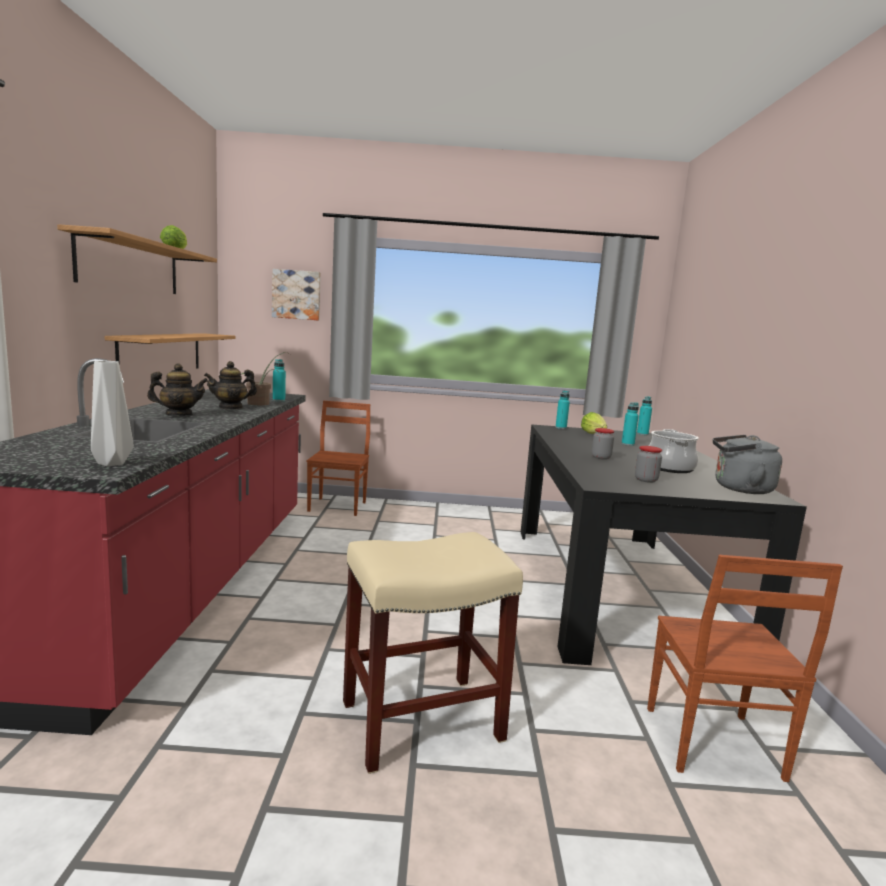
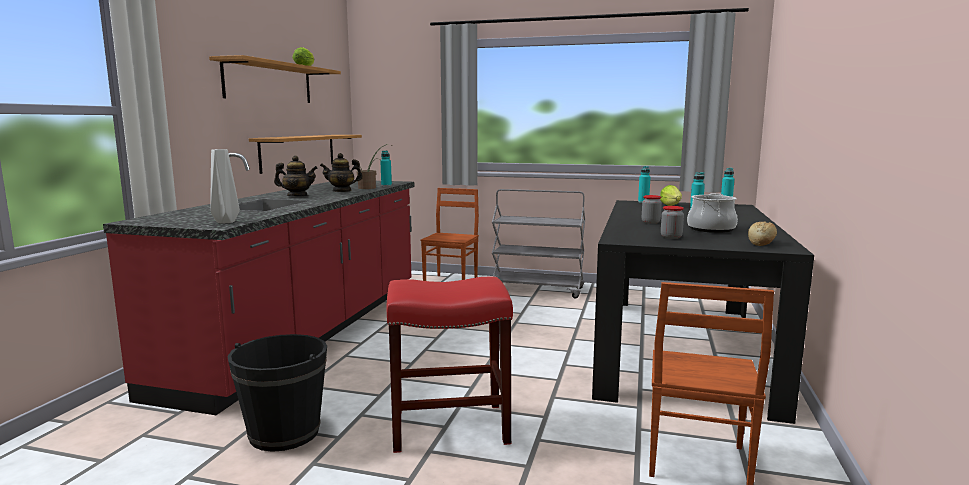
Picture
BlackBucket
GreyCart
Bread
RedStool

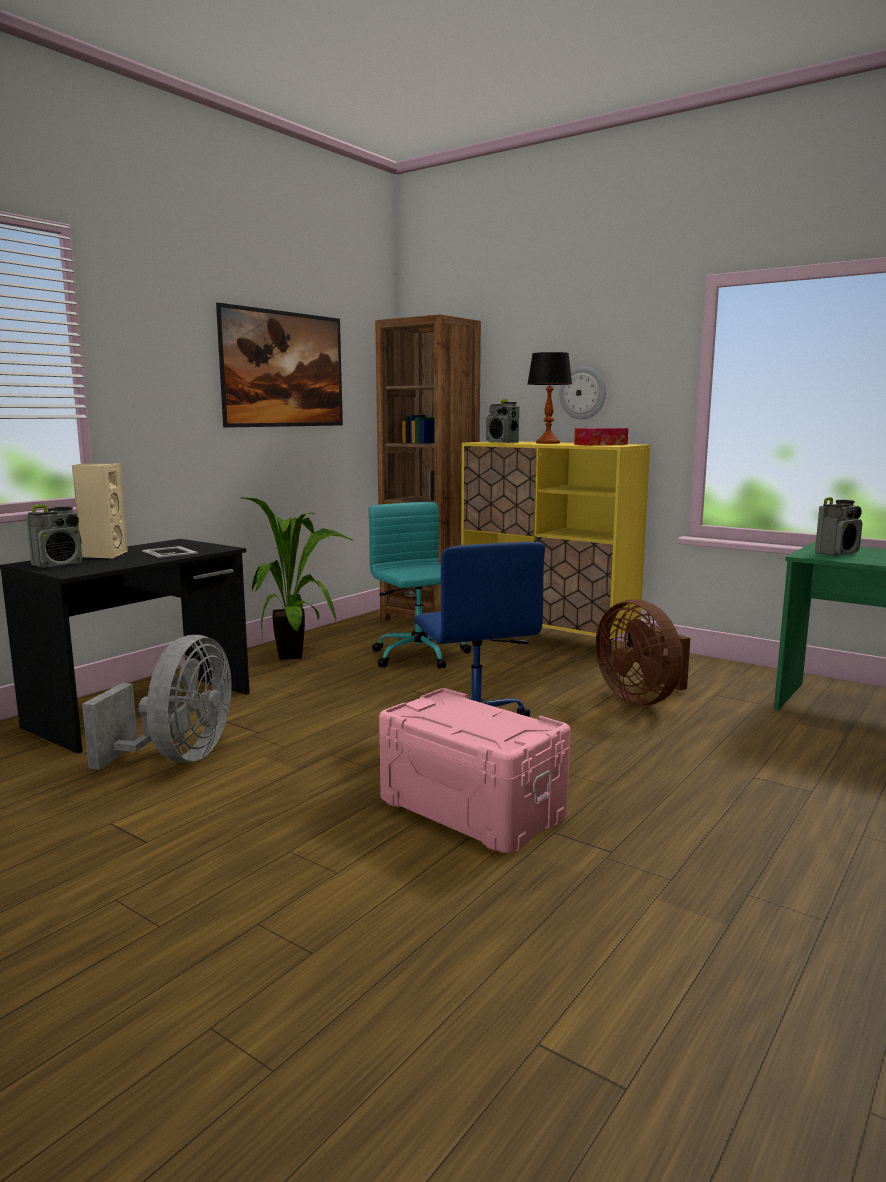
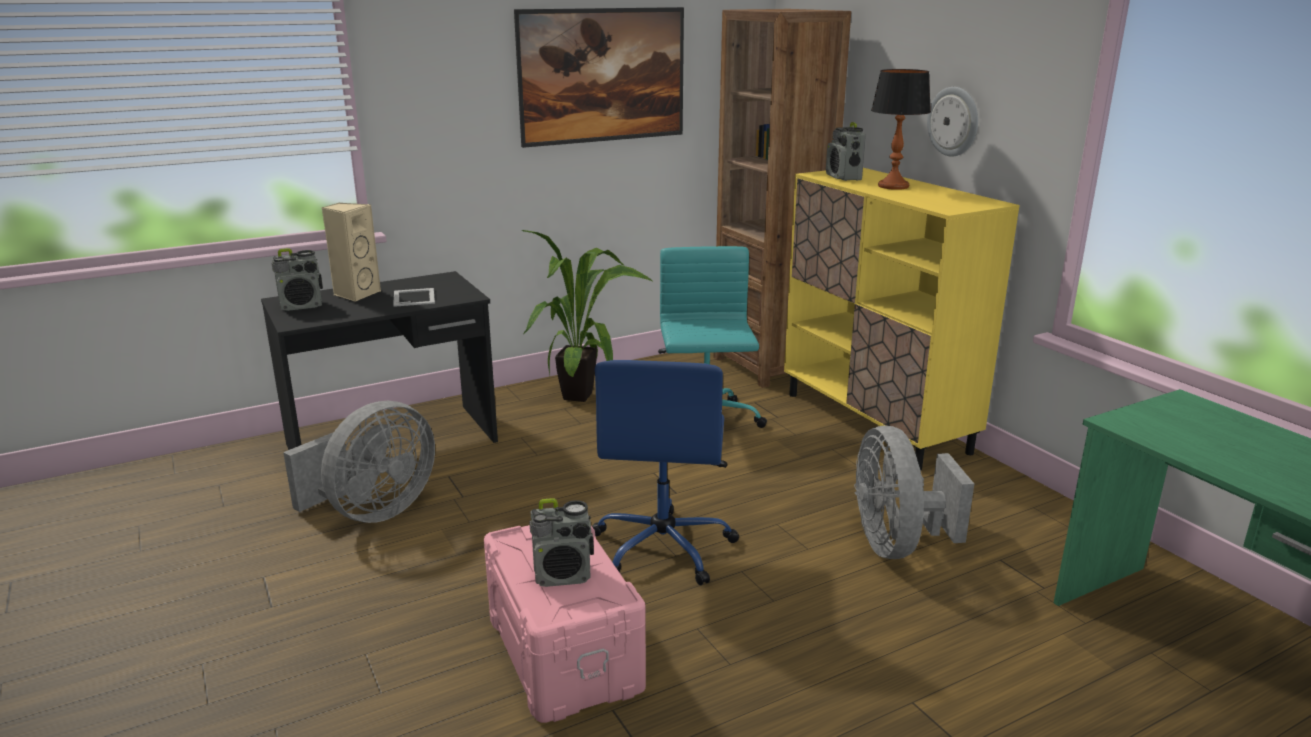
TissueBox
Radio (no. 2 from left)
GreyFan (no. 2 from left)

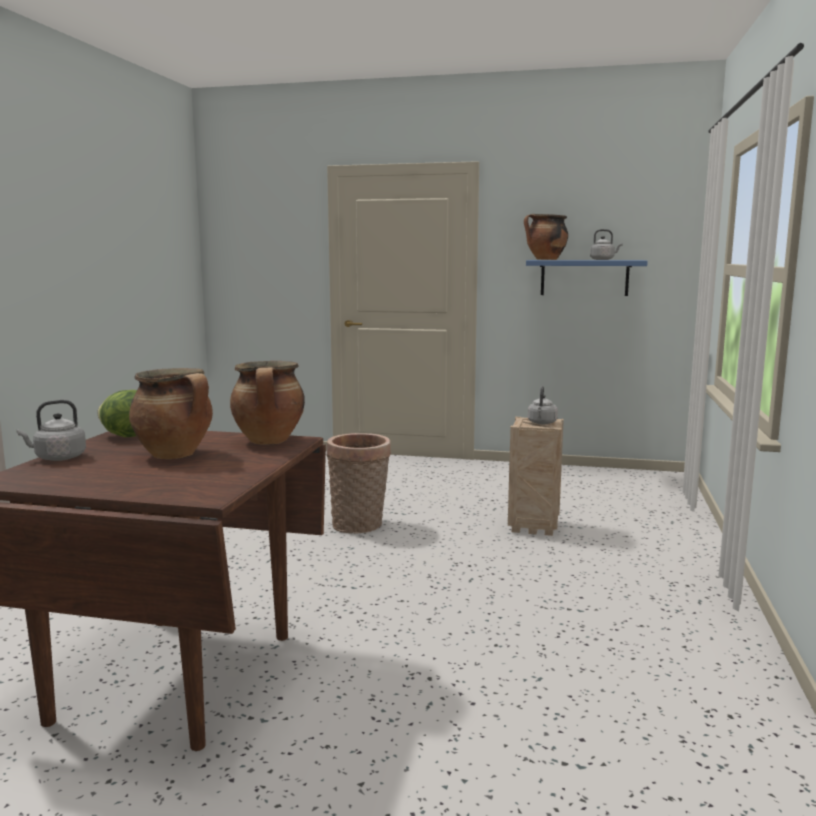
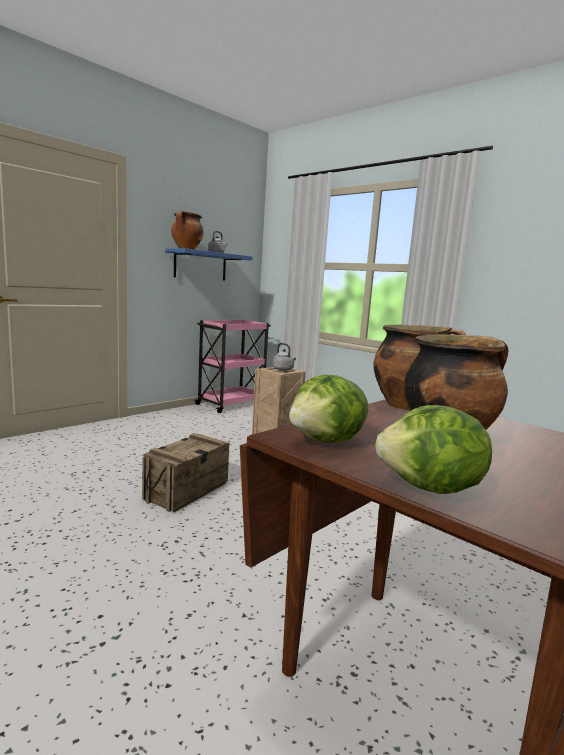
PinkCart
Lettuce (no. 2 from left)
Crate (no. 1 from left)

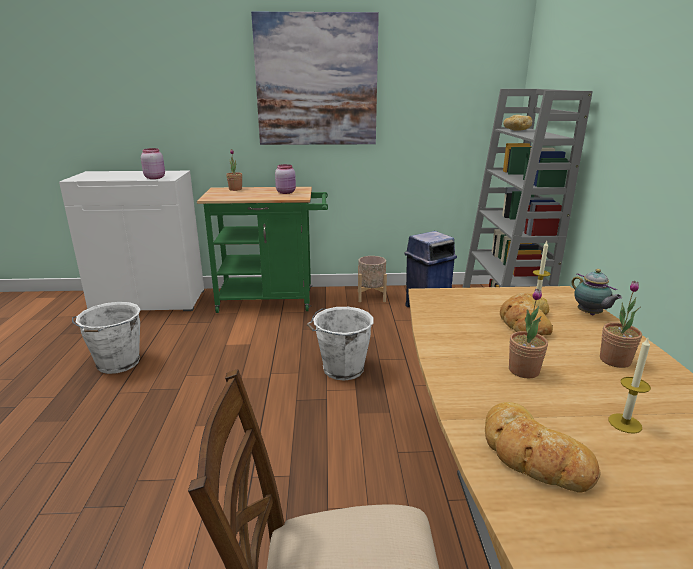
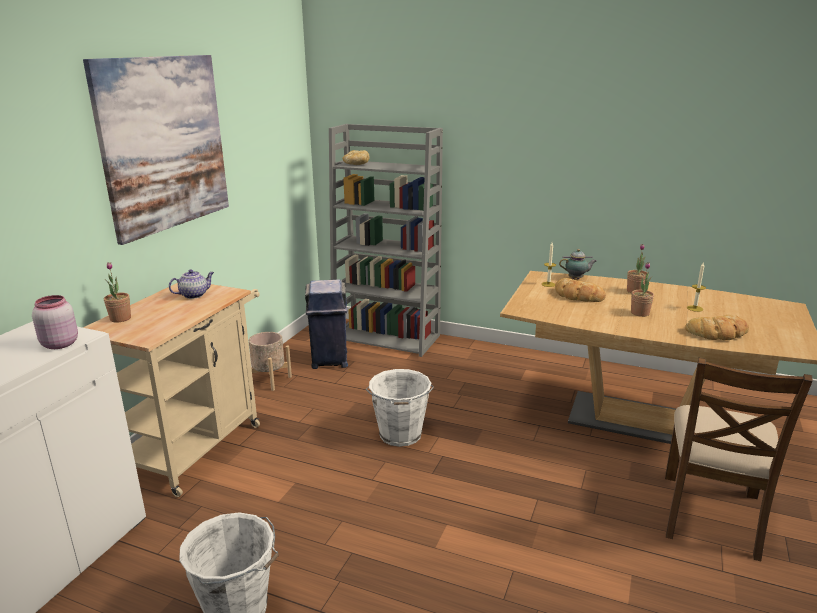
Teapot (no. 1 from left)
BeigeCart

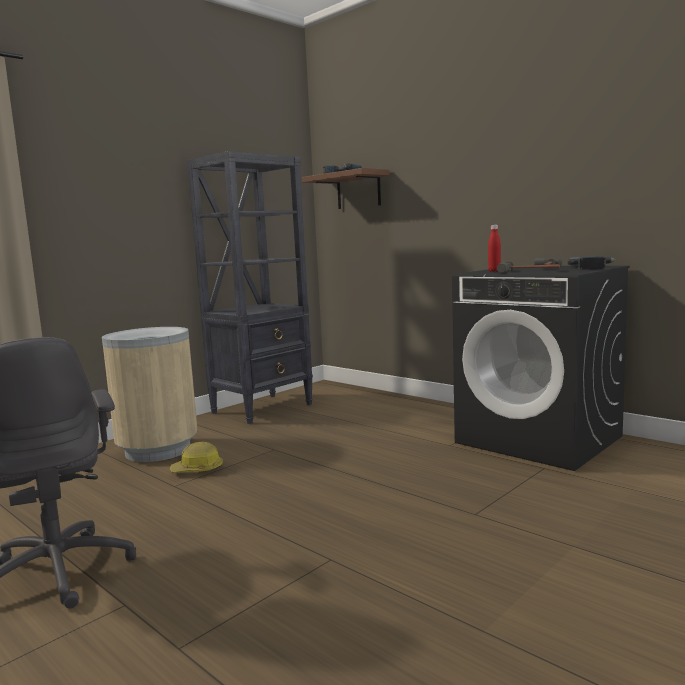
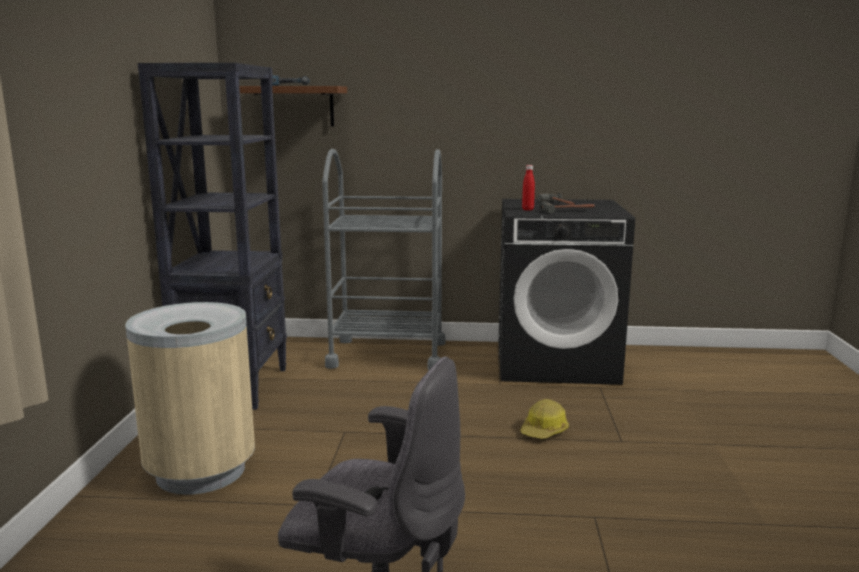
PowerDrill (no. 2 from left in the first image)
GreyCart
HardHat

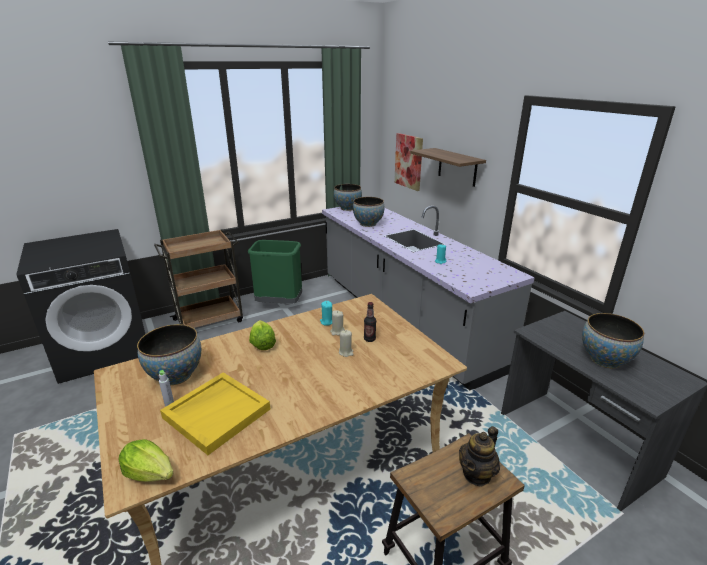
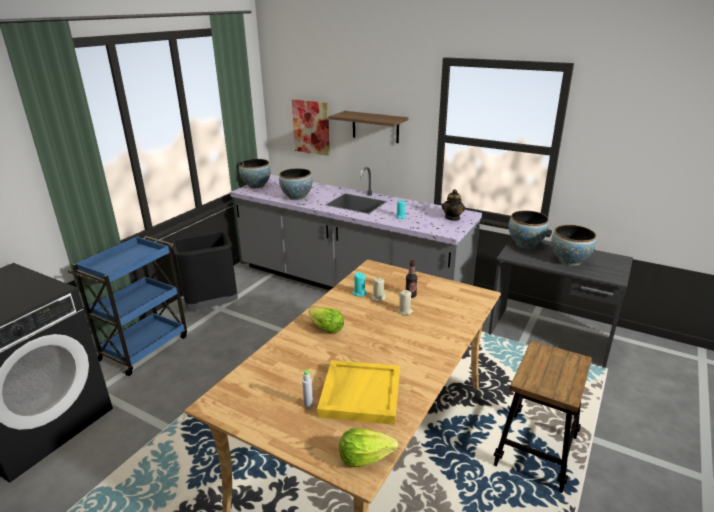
Bowl (no. 3 from left)
Teapot
BlueCart
BlackTrashCan

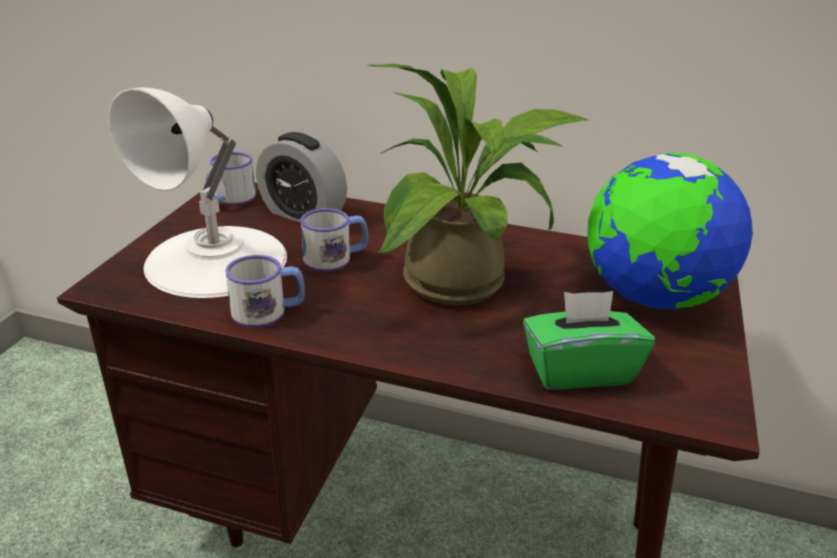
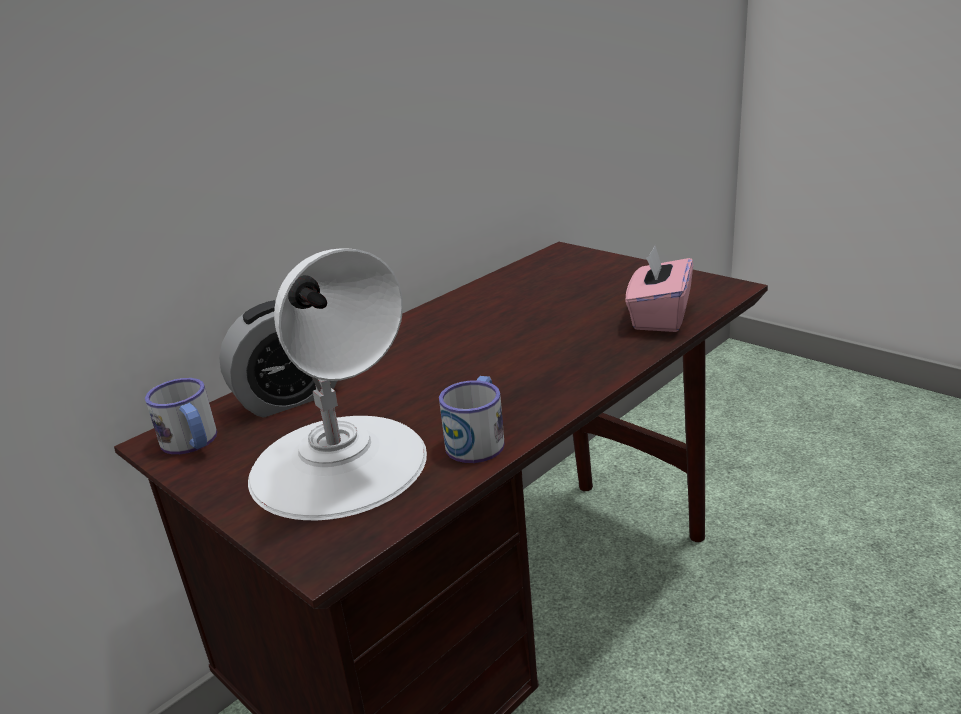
Mug (no. 3 from left in the first image)
PottedPlant
Globe
PinkTissueBox

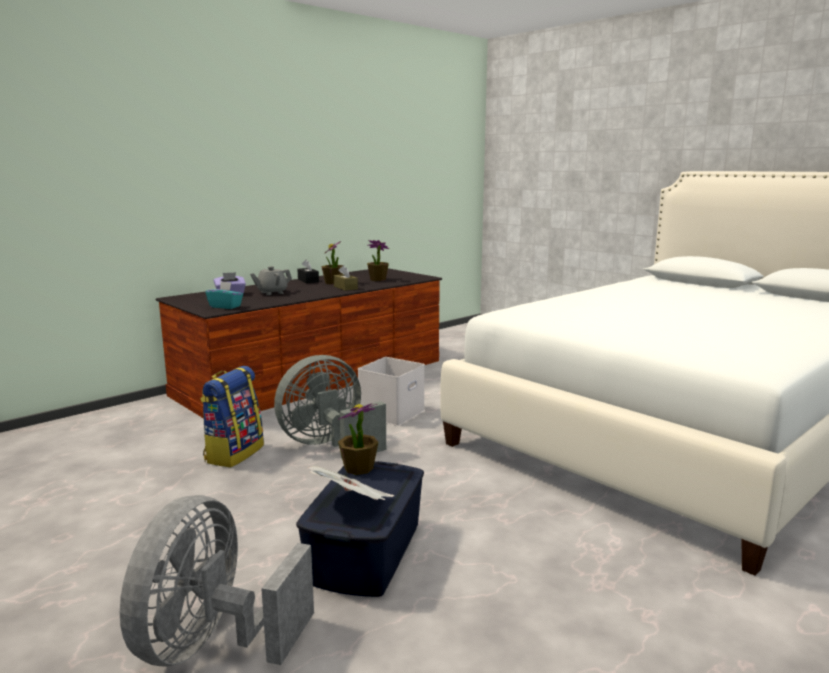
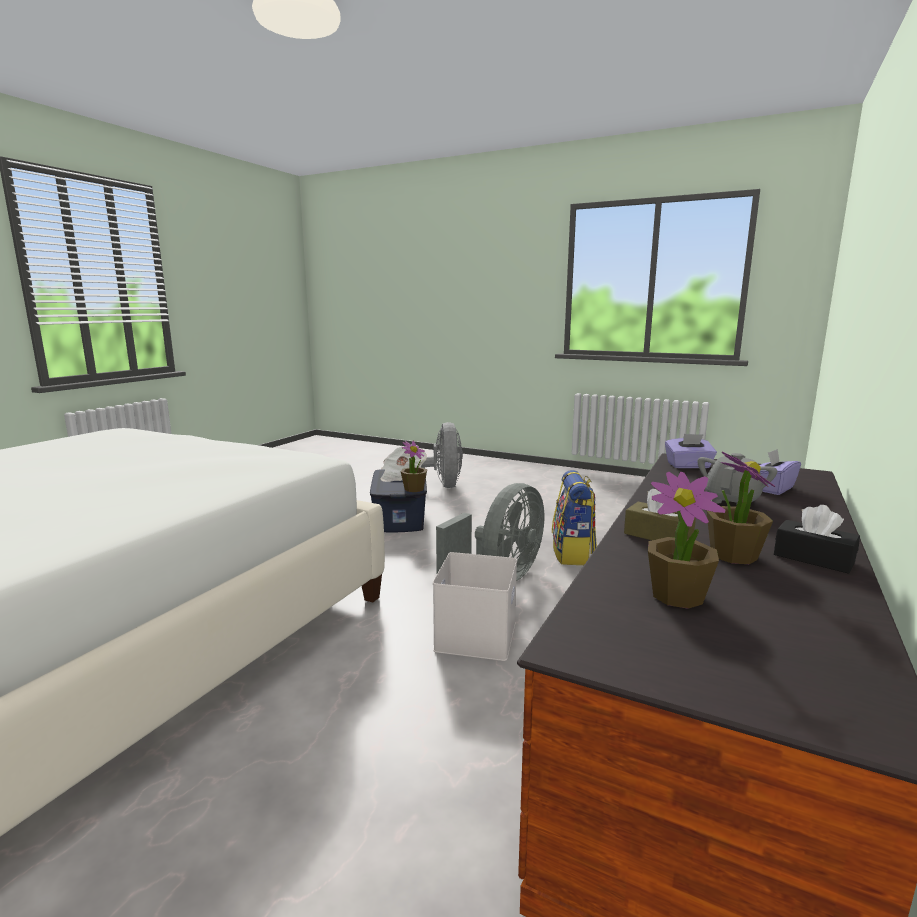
PurpleTissueBox (no. 1 from left)

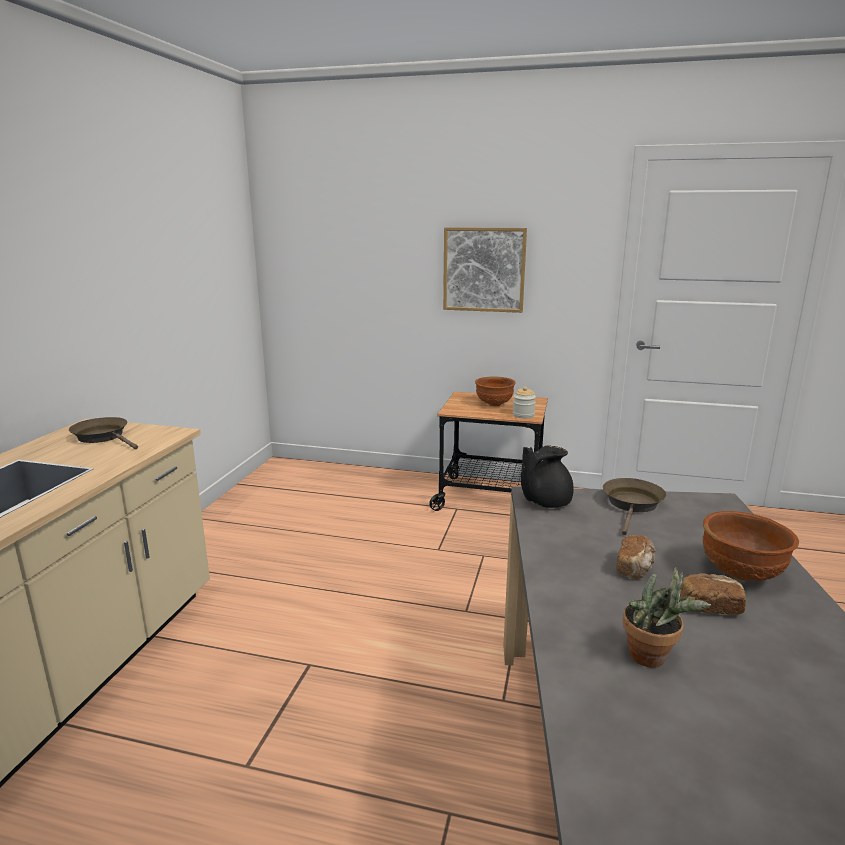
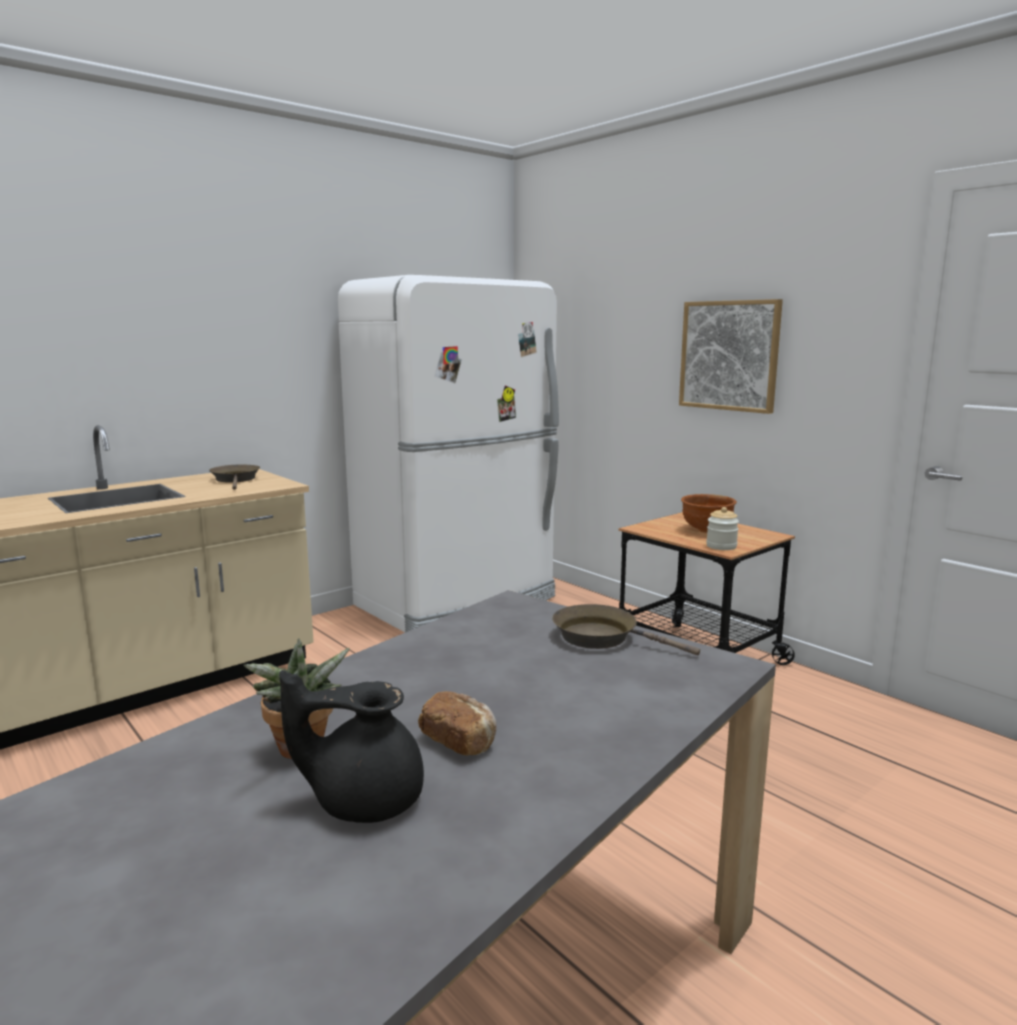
Bread (no. 1 from left in the first image)
BrownBowl (no. 2 from left in the first image)
WhiteFridge
BlackTeapot
BrownFryingPan (no. 2 from left)

